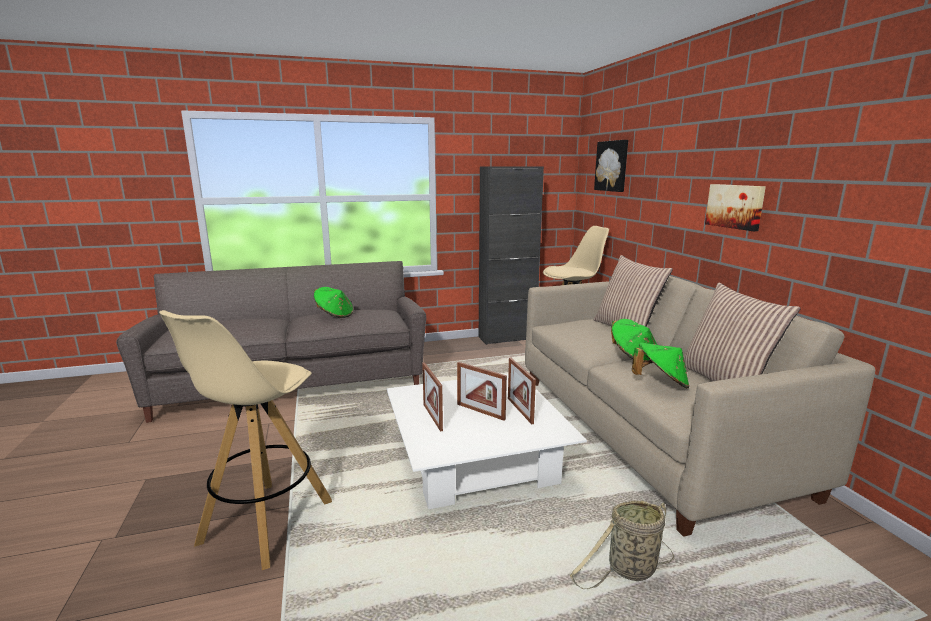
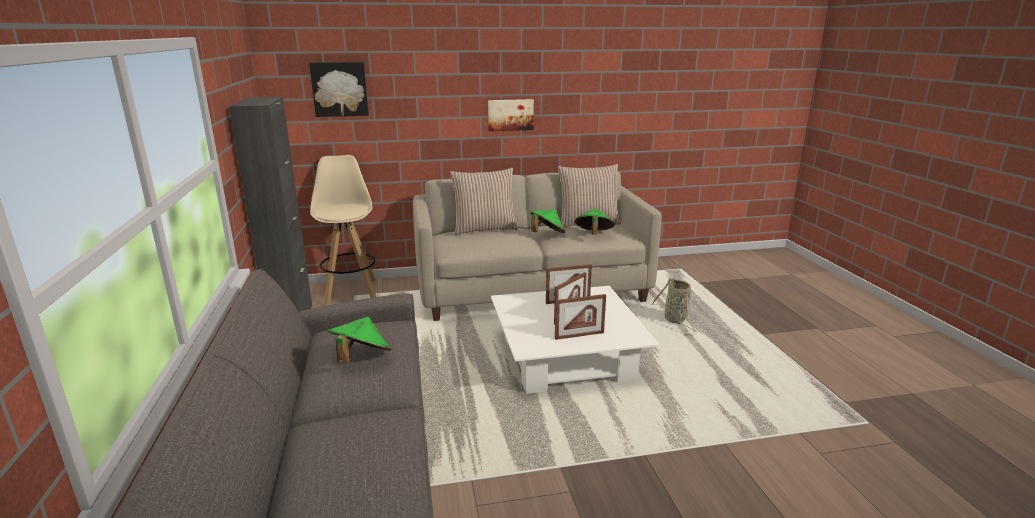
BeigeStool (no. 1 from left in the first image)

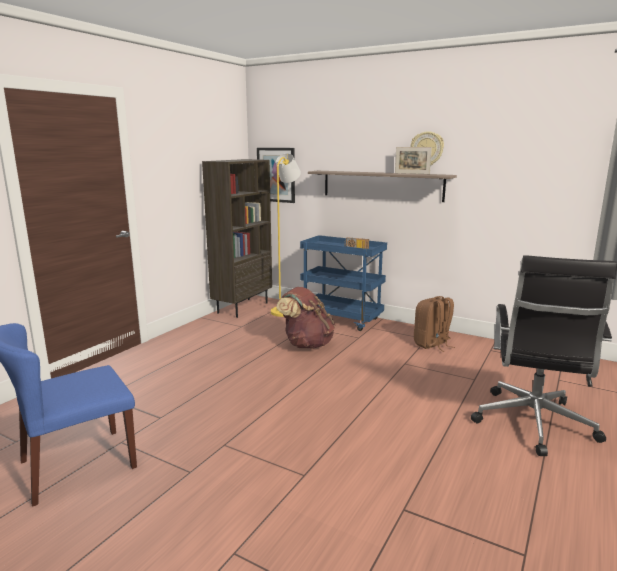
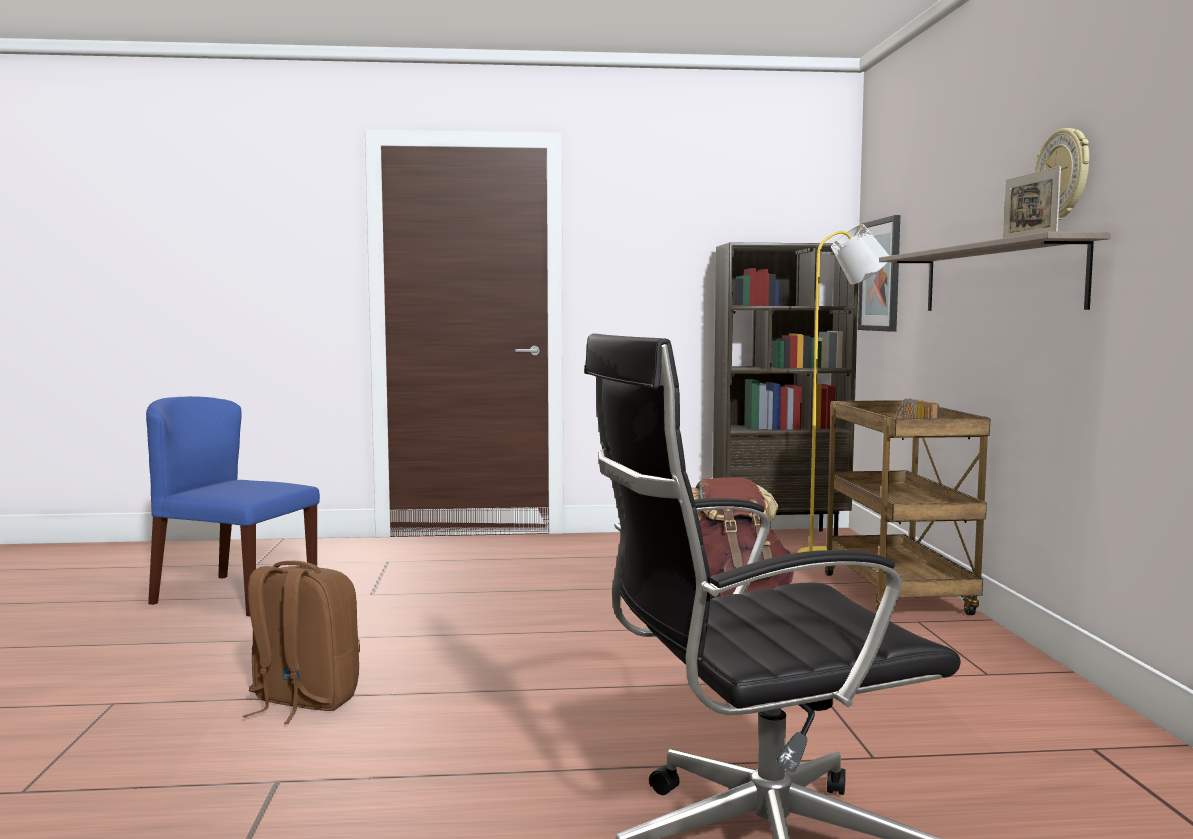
BrownBackpack (no. 1 from left)
BrownCart

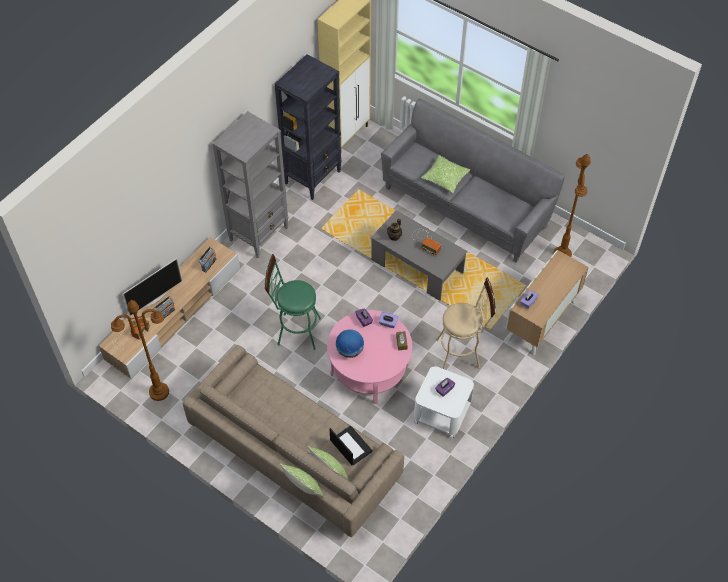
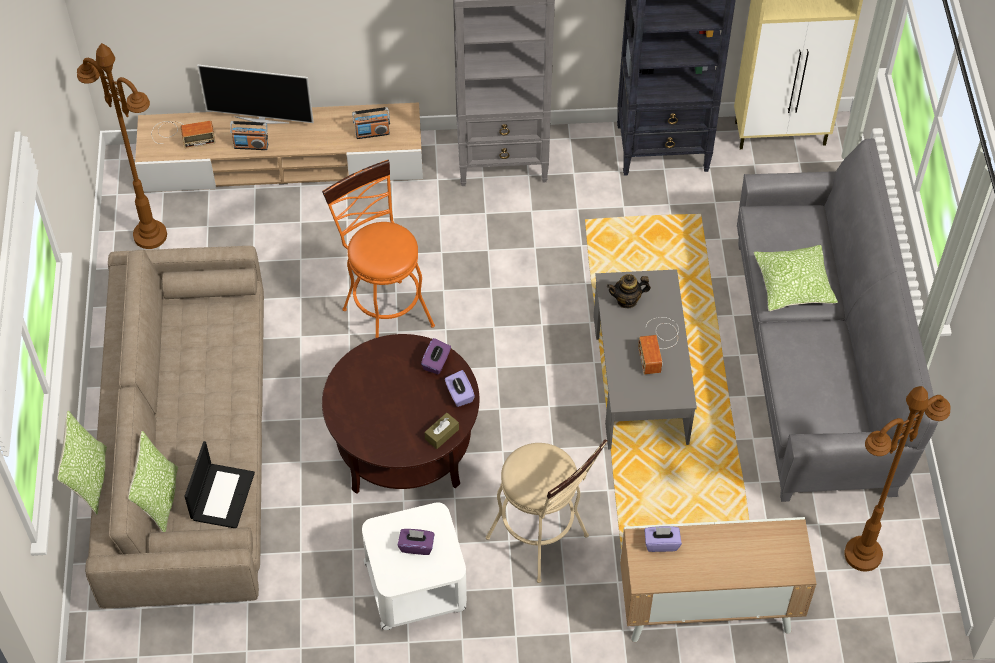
Globe
OrangeStool
BrownCoffeeTable

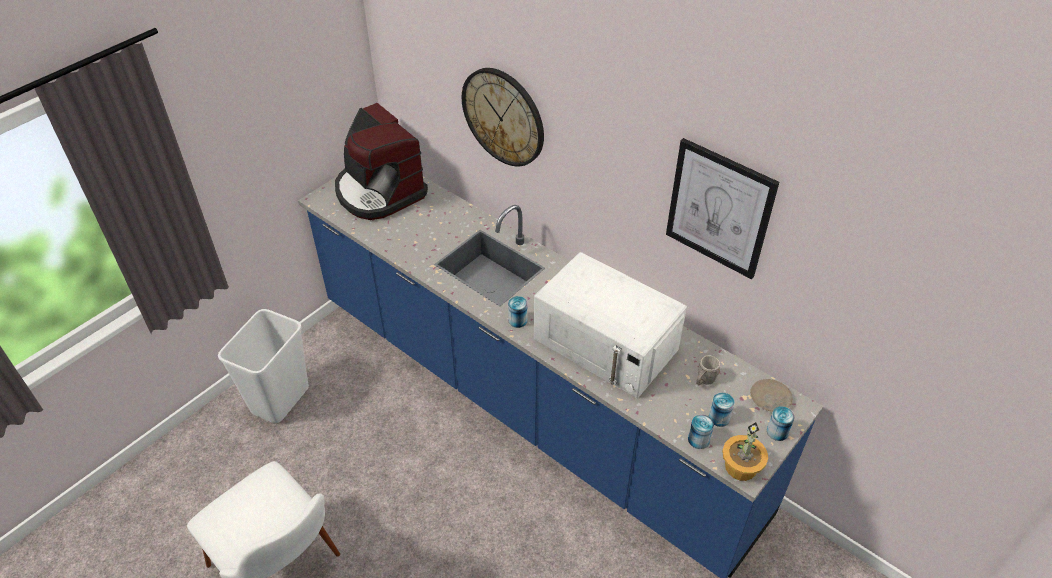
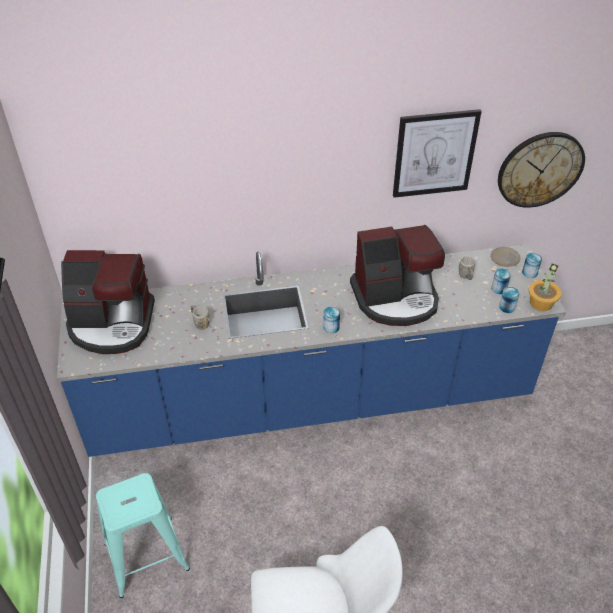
GreyMug (no. 1 from left)
WallClock
TurquoiseStool
CoffeeMachine (no. 2 from left)

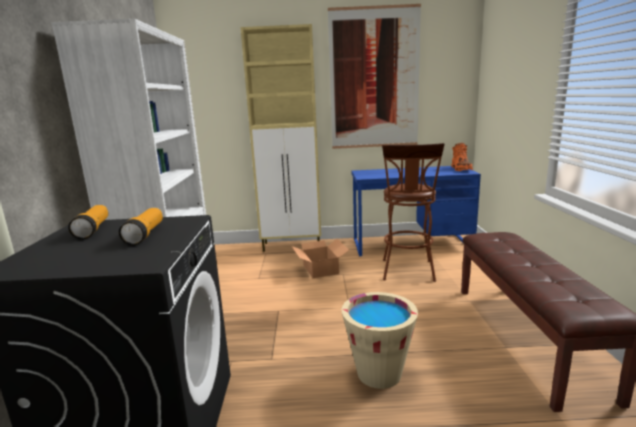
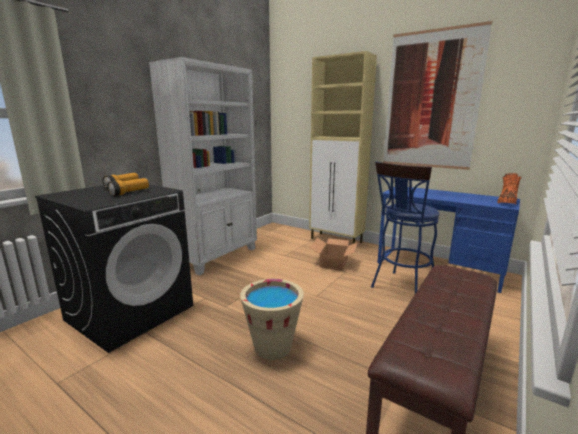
BlueStool

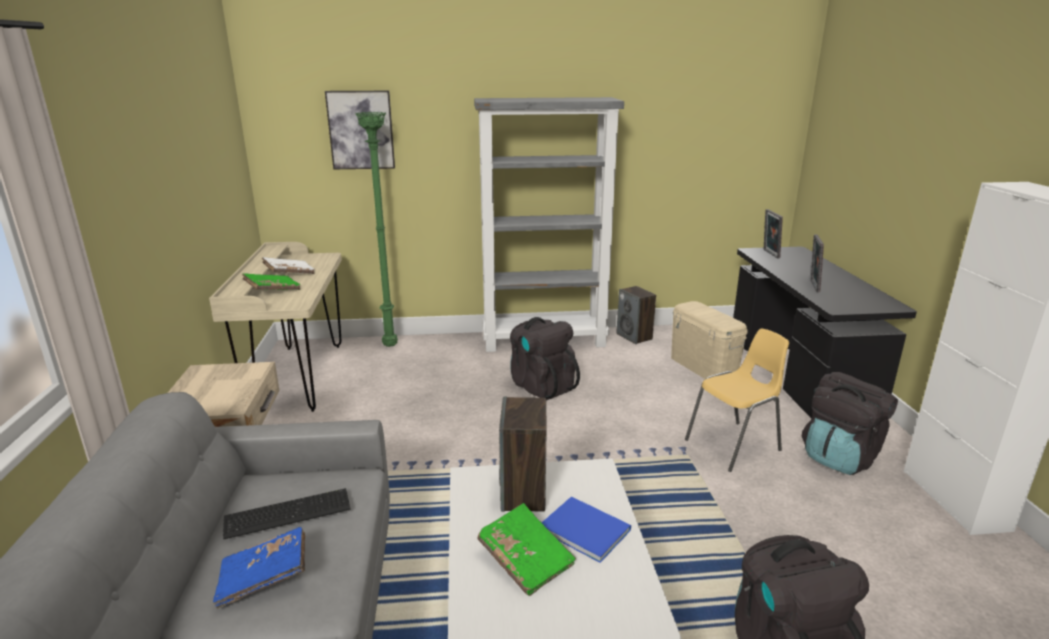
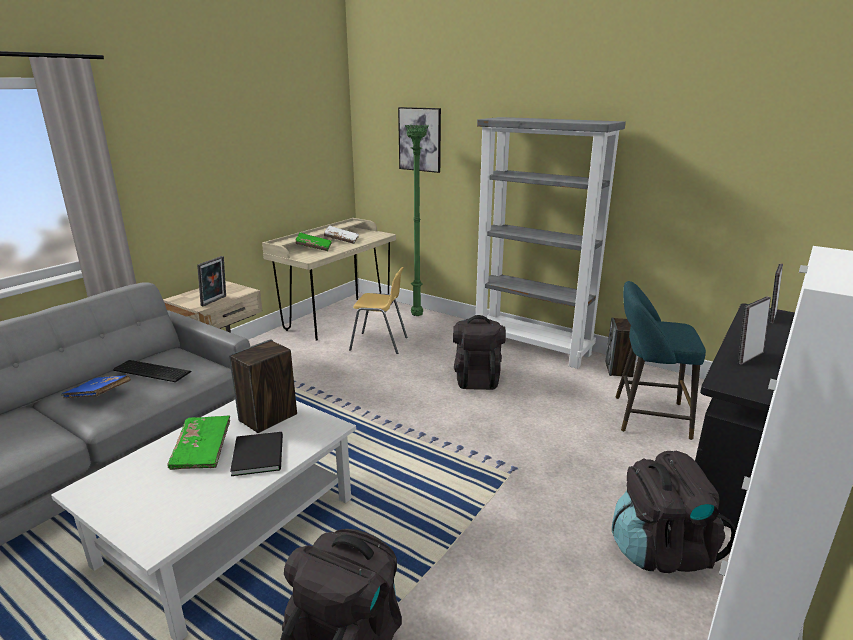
PictureFrame (no. 1 from left)
YellowChair
TurquoiseStool
BlackBook

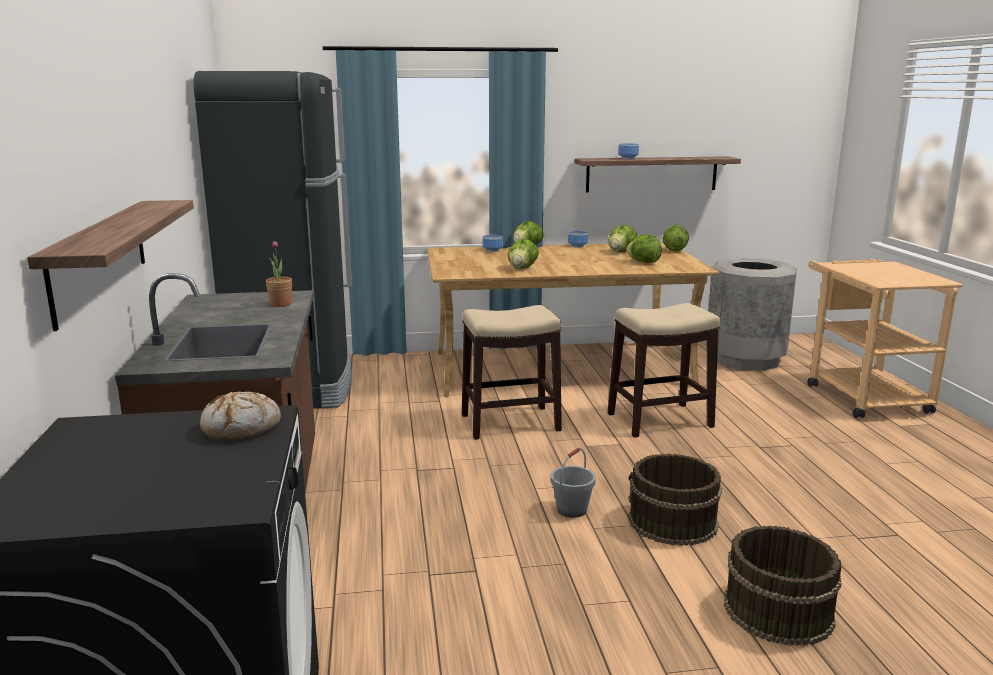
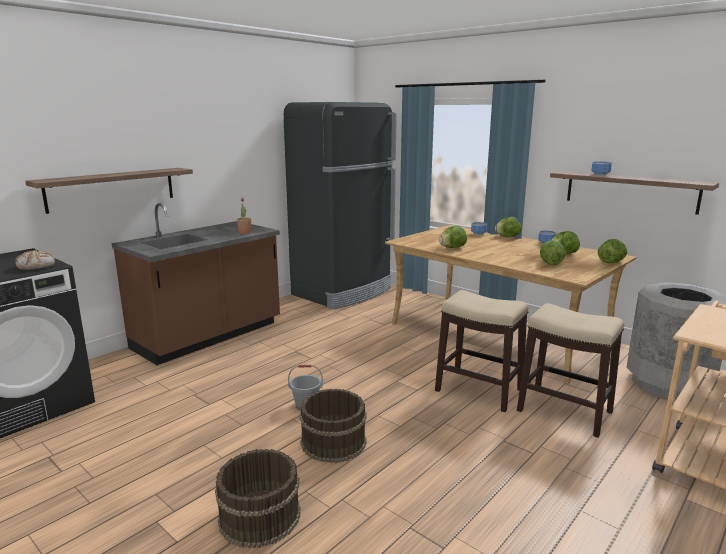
Stool (no. 2 from left)

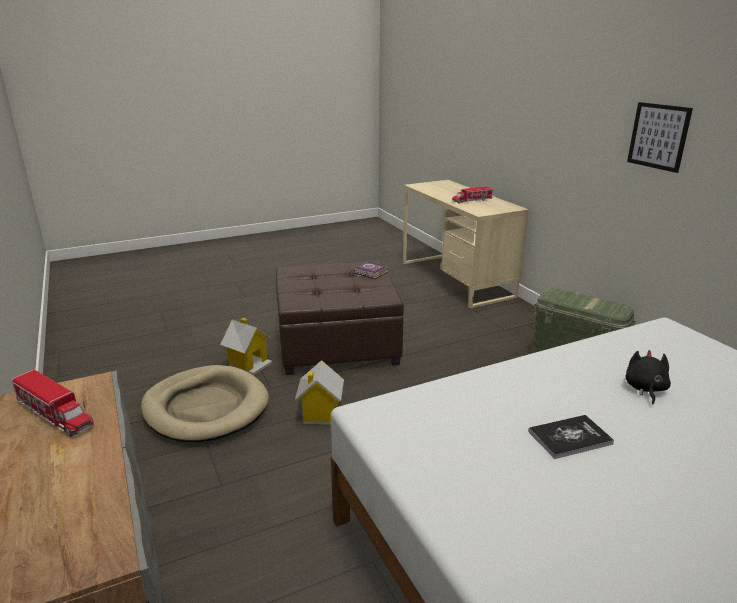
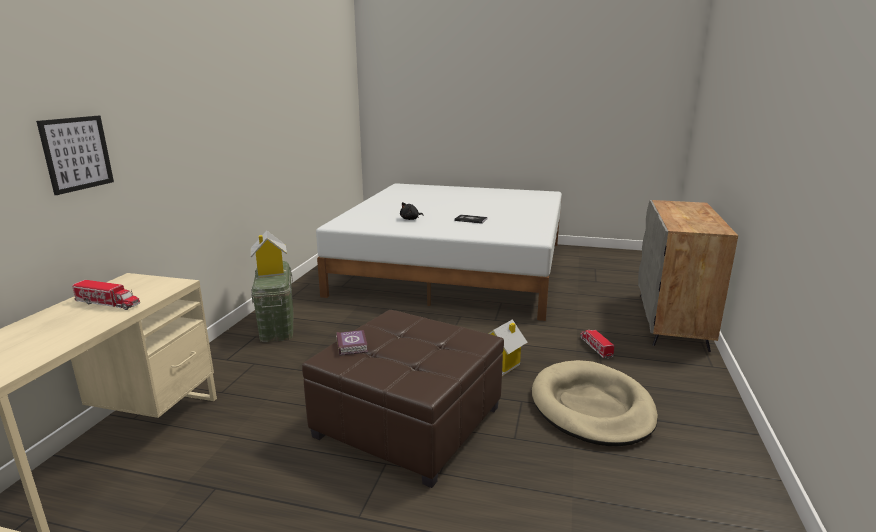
ToyTruck (no. 2 from left)
ToyHouse (no. 1 from left)
Picture

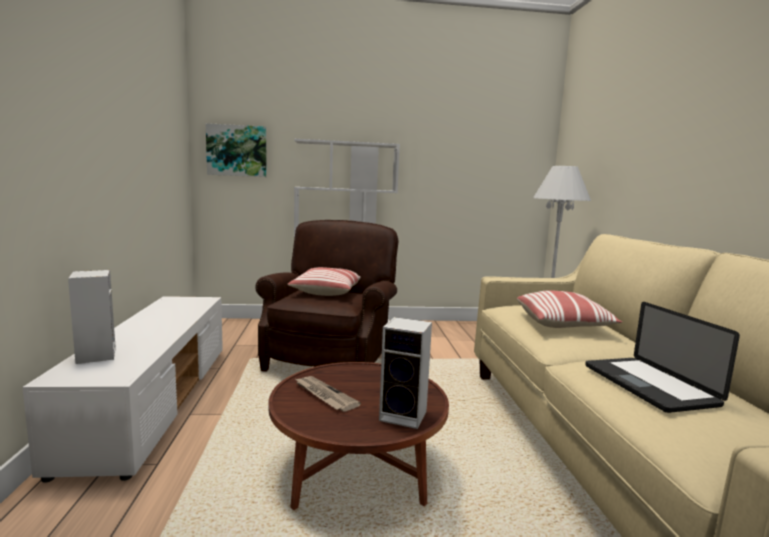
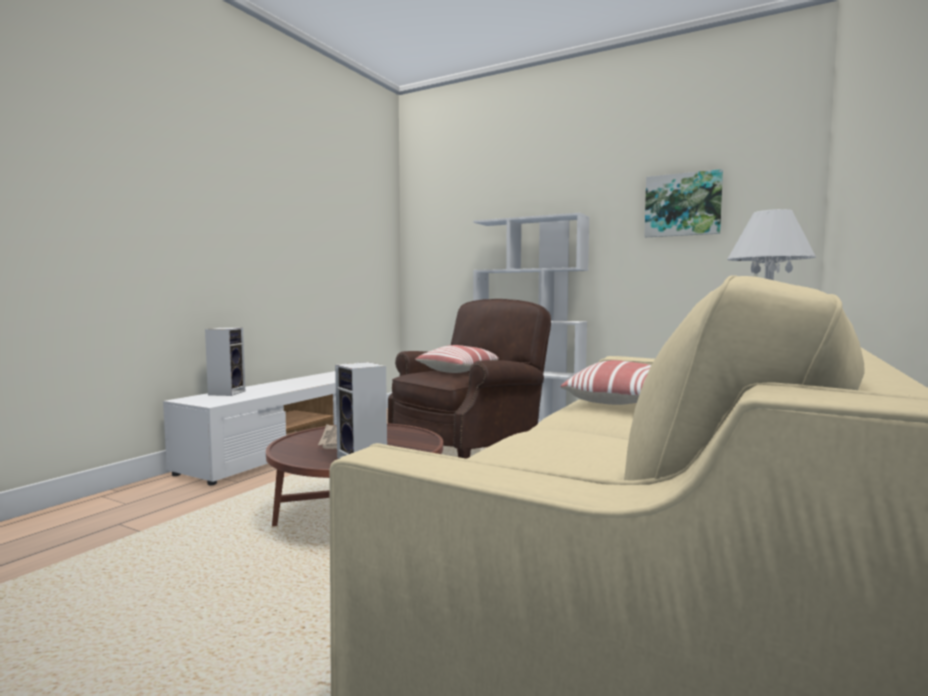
Laptop
Picture

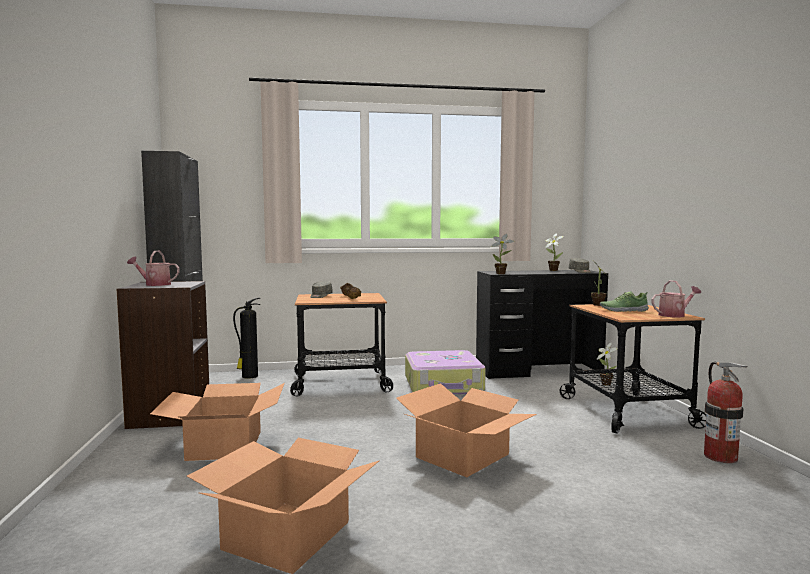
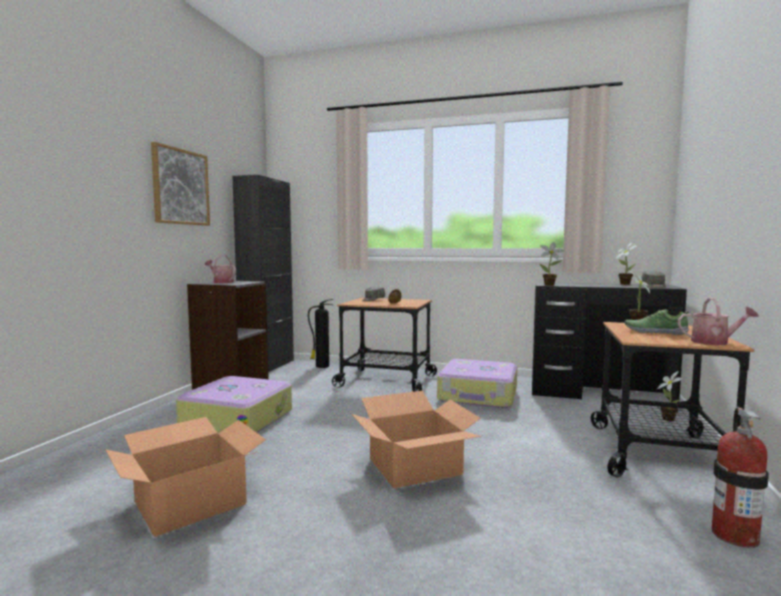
Picture
Suitcase (no. 1 from left)

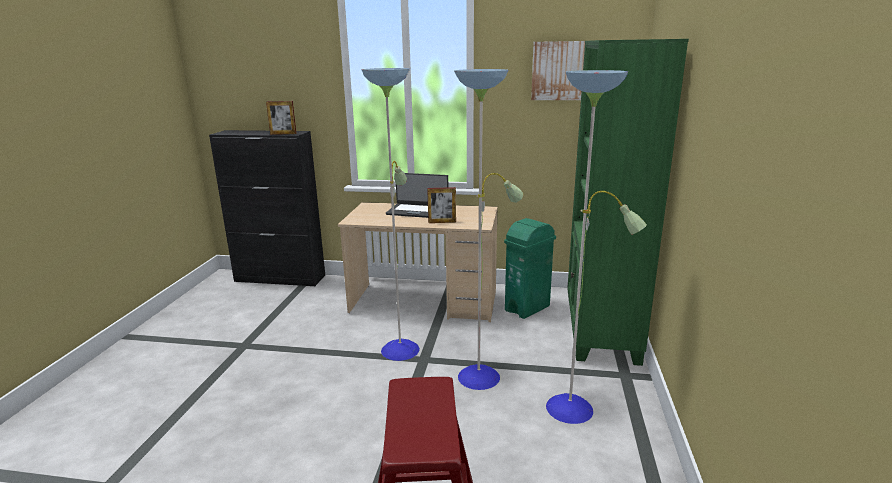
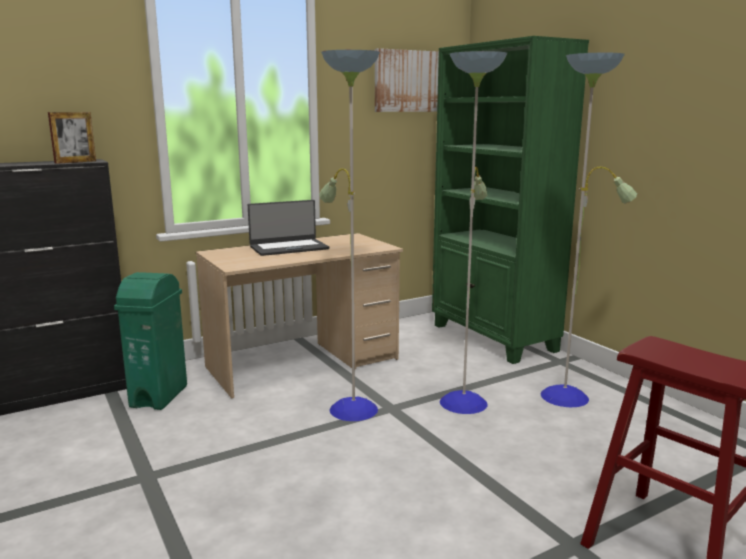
PictureFrame (no. 2 from left in the first image)
GreenTrashCan

